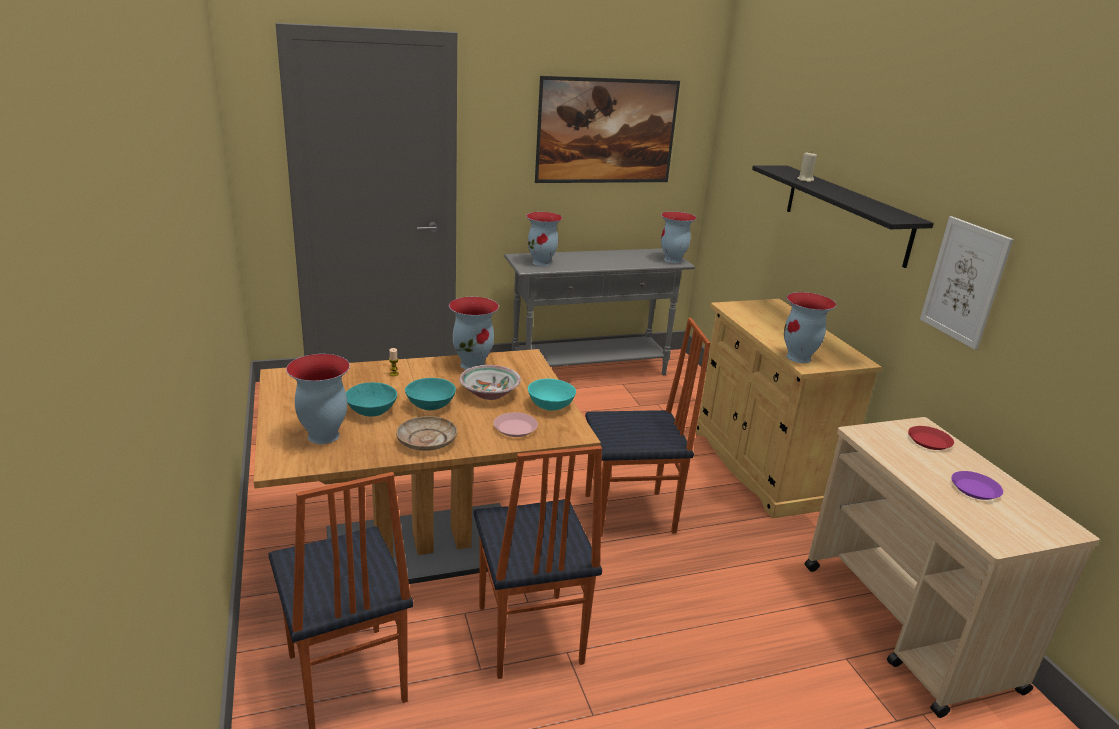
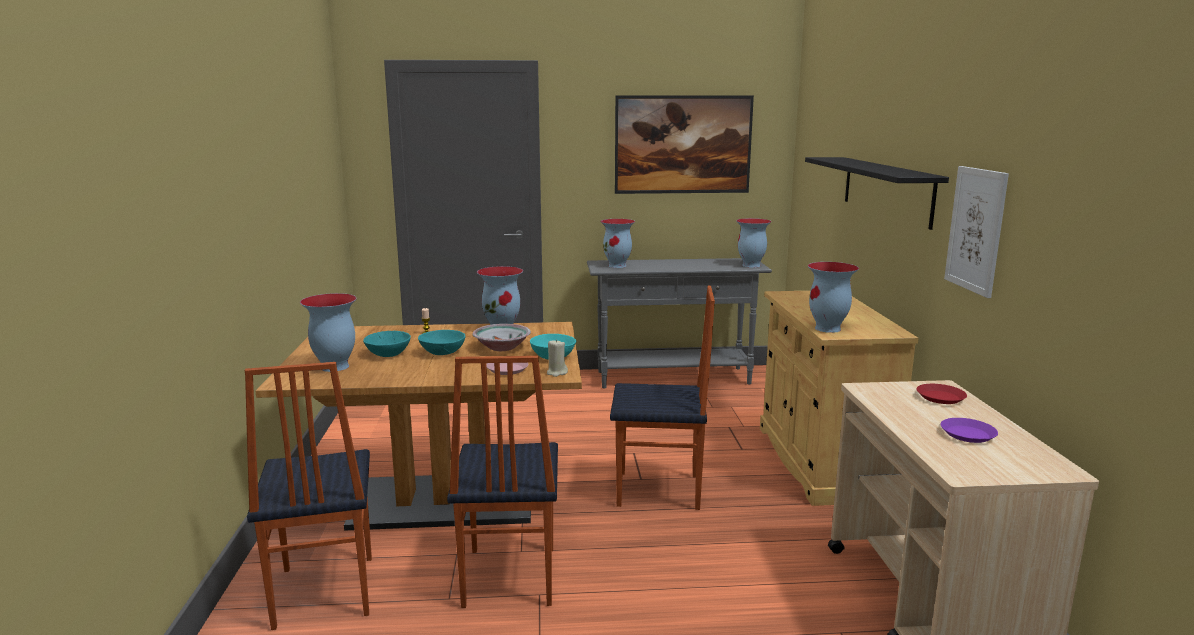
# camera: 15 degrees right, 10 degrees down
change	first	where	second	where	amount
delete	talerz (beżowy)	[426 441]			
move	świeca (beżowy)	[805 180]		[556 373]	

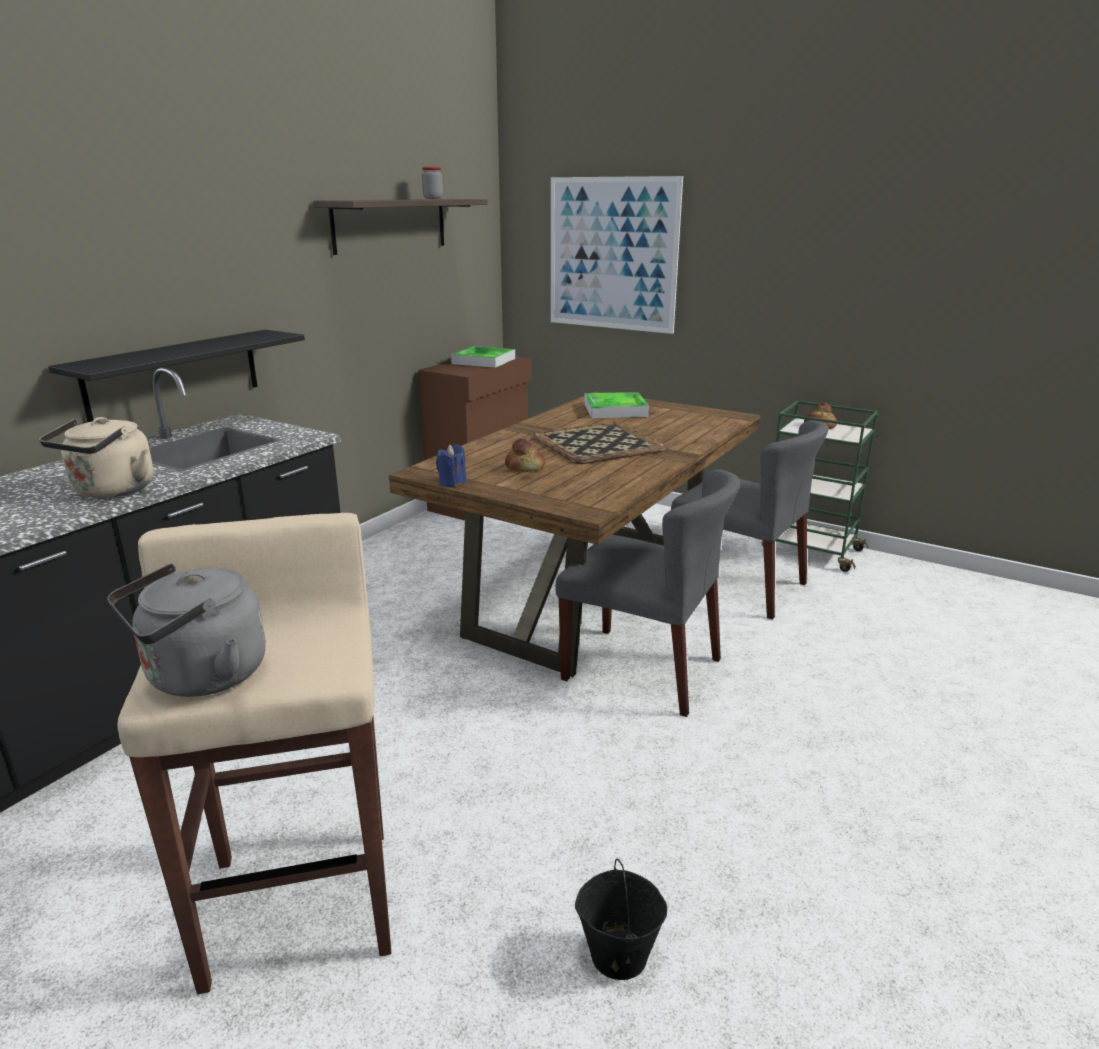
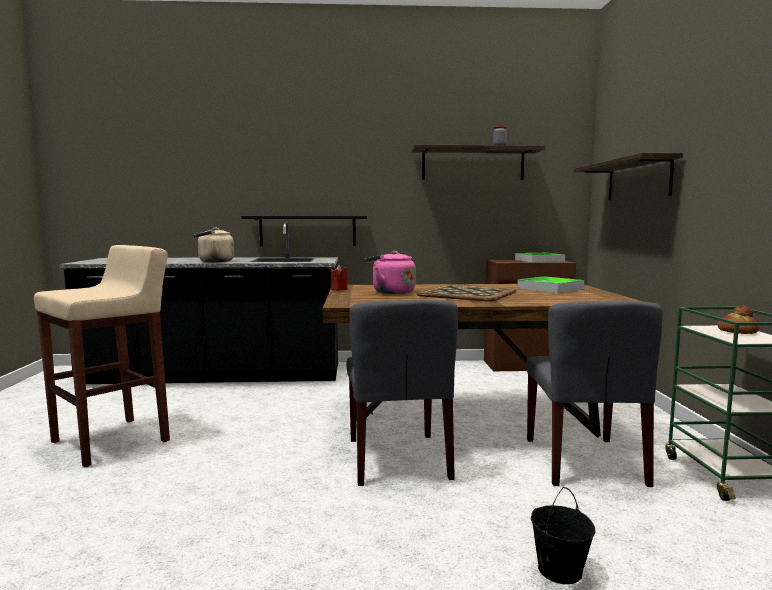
# camera: 55 degrees right, 15 degrees down
change	first	where	second	where	amount
delete	czajnik (szary)	[201 677]			
move	wiadro (czarny)	[617 954]		[559 570]	
replace	chleb	[525 466]	czajnik (różowy)	[391 292]	
replace	obraz	[612 254]	półka	[638 180]	
recolor	świeca (niebieski)	[452 483]	świeca (czerwony)	[339 289]	

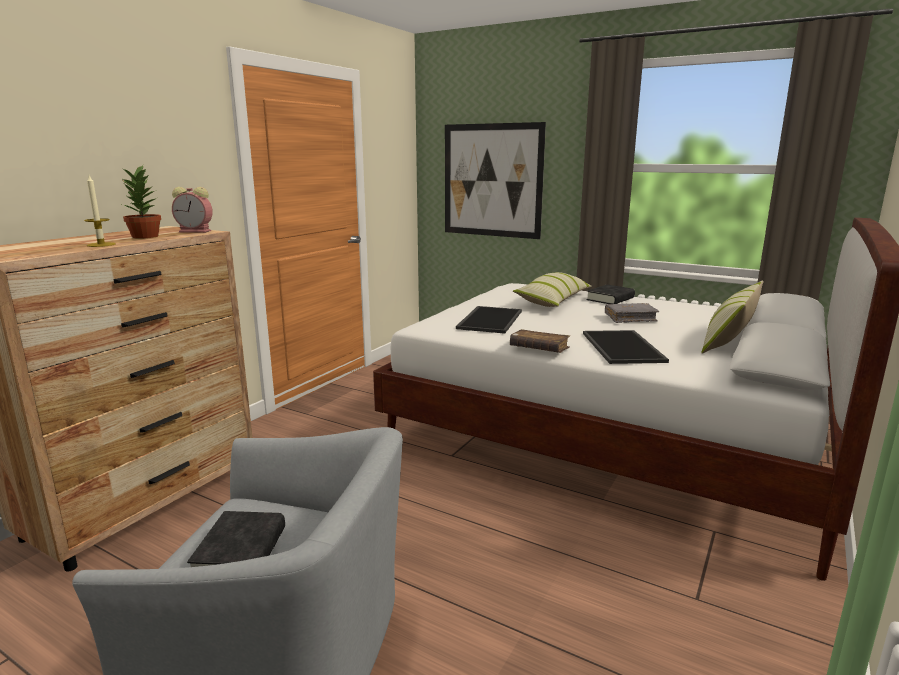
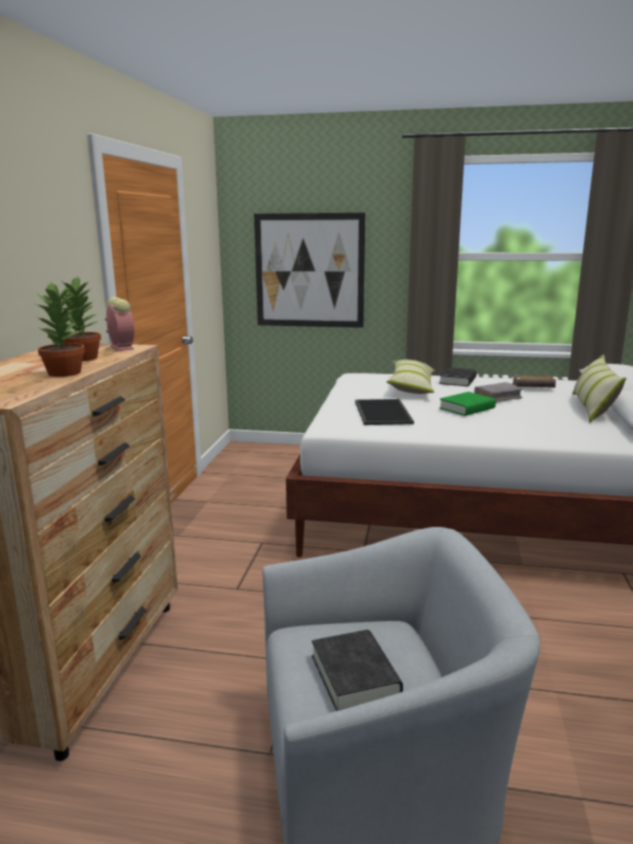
# camera: 20 degrees left, 0 degrees up
change	first	where	second	where	amount
delete	taca	[624 347]			
insert			książka (zielony)	[467 408]	
move	książka (brązowy)	[539 349]		[532 387]	
replace	świeca	[101 245]	roślina doniczkowa	[65 373]	
rotate	budzik	[196 231]		[121 347]	105 degrees counterclockwise

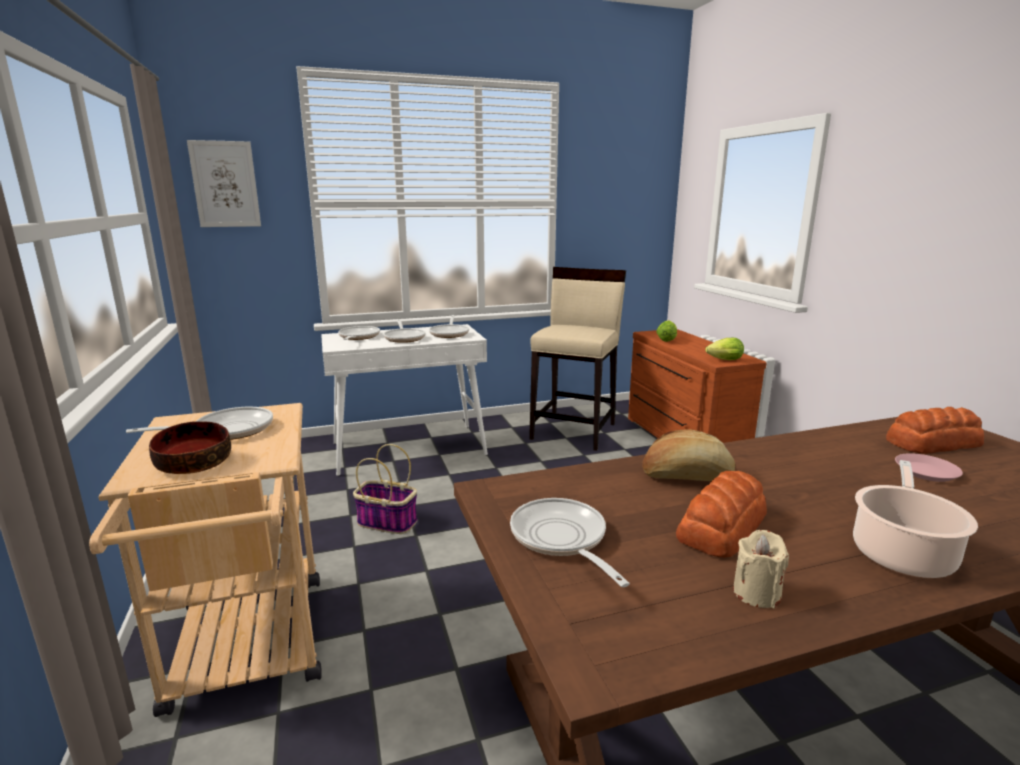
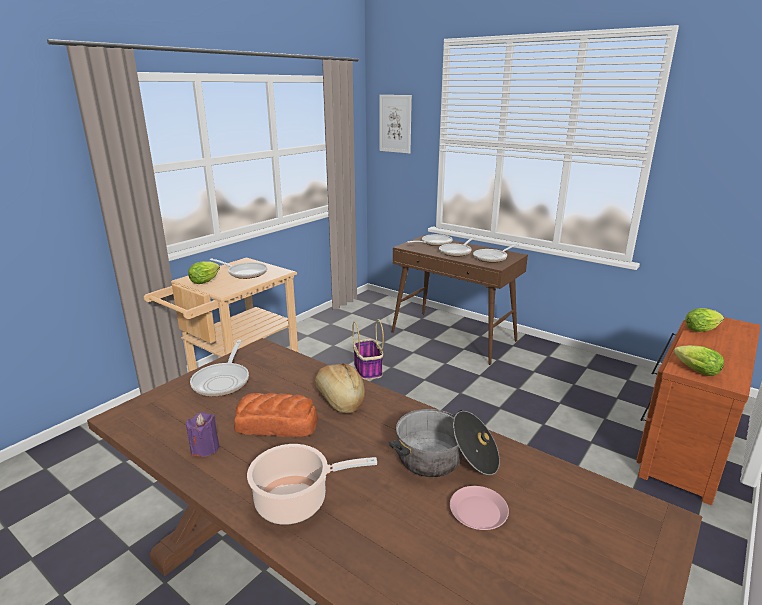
# camera: 55 degrees right, 5 degrees up
change	first	where	second	where	amount
delete	stołek (beżowy)	[574 431]			
delete	chleb	[931 443]			
insert			garnek	[445 460]	
replace	miska	[193 462]	sałata	[206 281]	
recolor	stolik konsolowy (biały)	[409 449]	stolik konsolowy (brązowy)	[454 337]	
recolor	świeca (beżowy)	[756 593]	świeca (fioletowy)	[205 448]	
rotate	patelnia	[561 539]		[223 381]	150 degrees clockwise

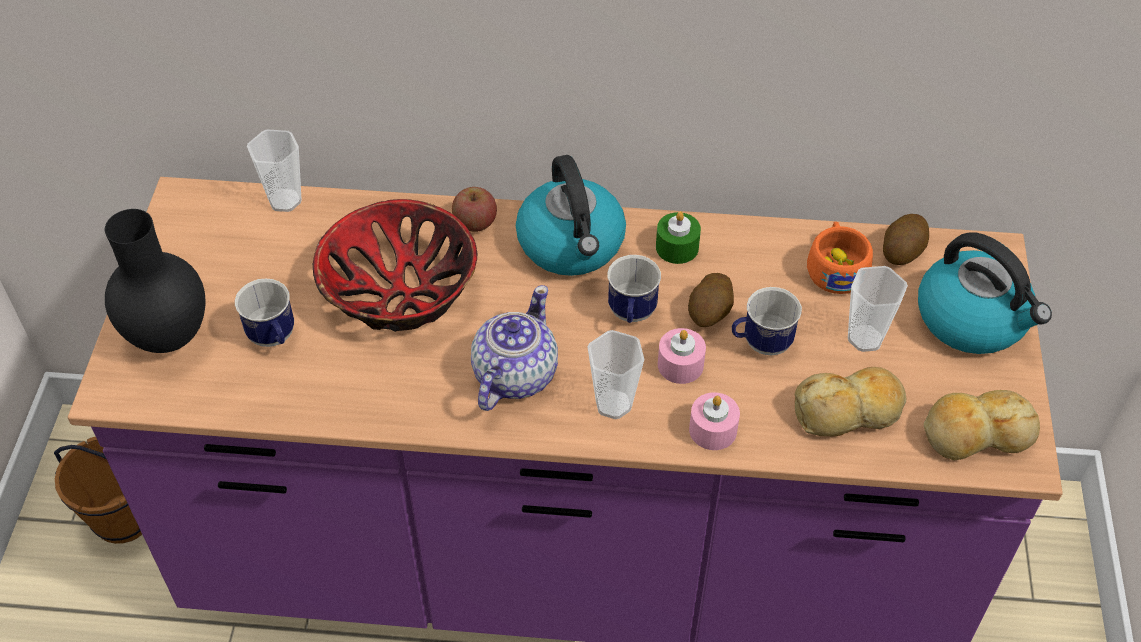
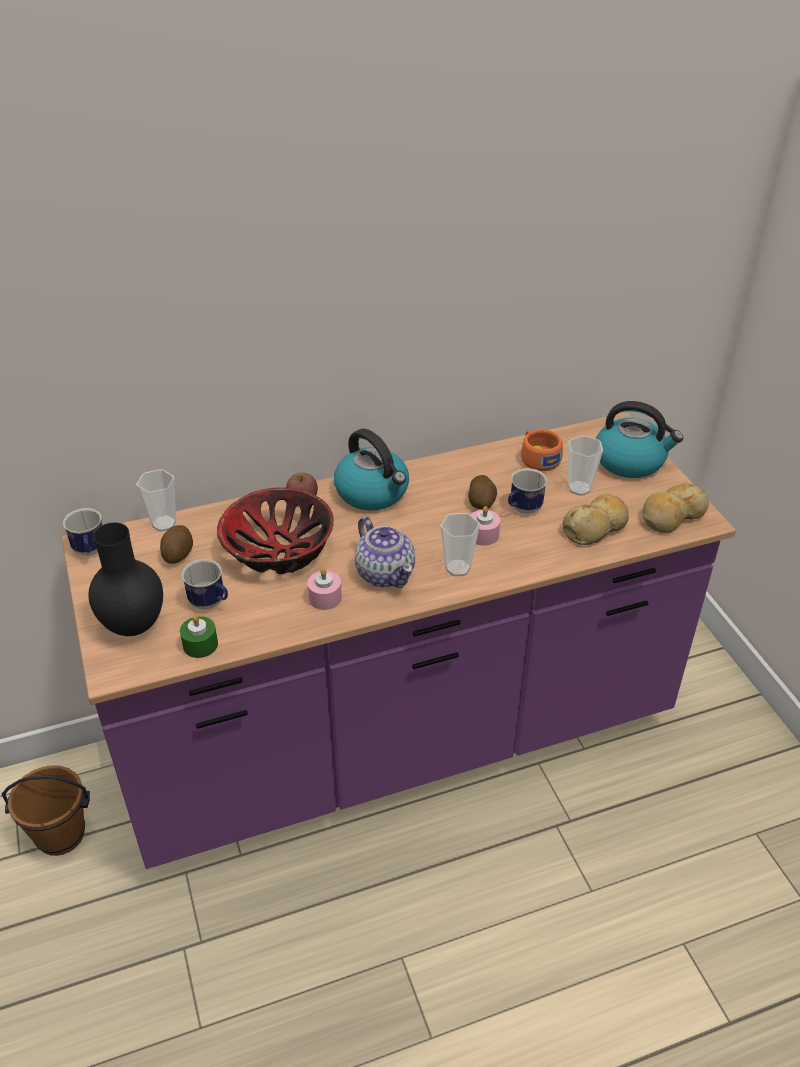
# camera: 25 degrees left, 10 degrees down
change	first	where	second	where	amount
move	kubek	[631 315]		[90 552]	
move	świeca (zielony)	[677 247]		[200 644]	
move	świeca (różowy)	[713 430]		[325 598]	
move	ziemniak	[902 250]		[178 553]	
rotate	imbryk	[513 375]		[385 573]	150 degrees clockwise

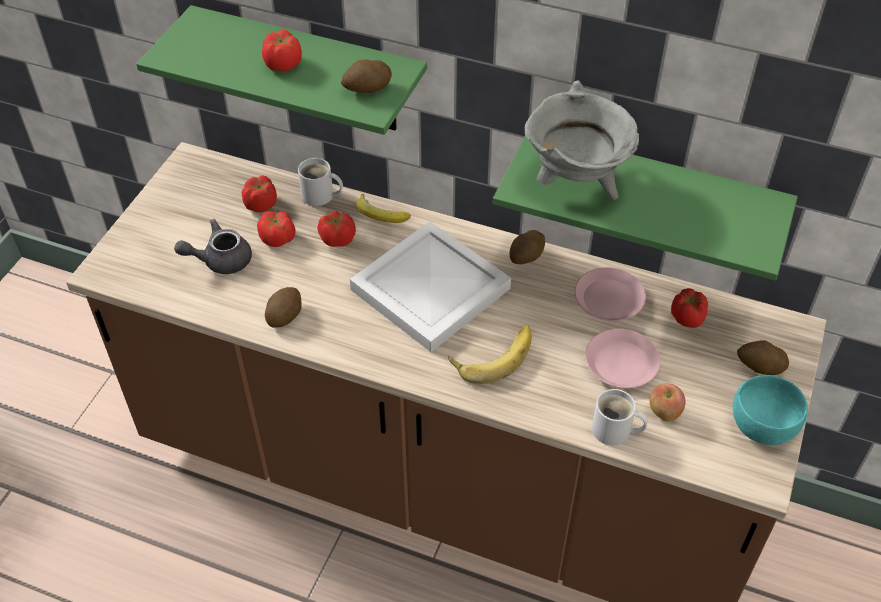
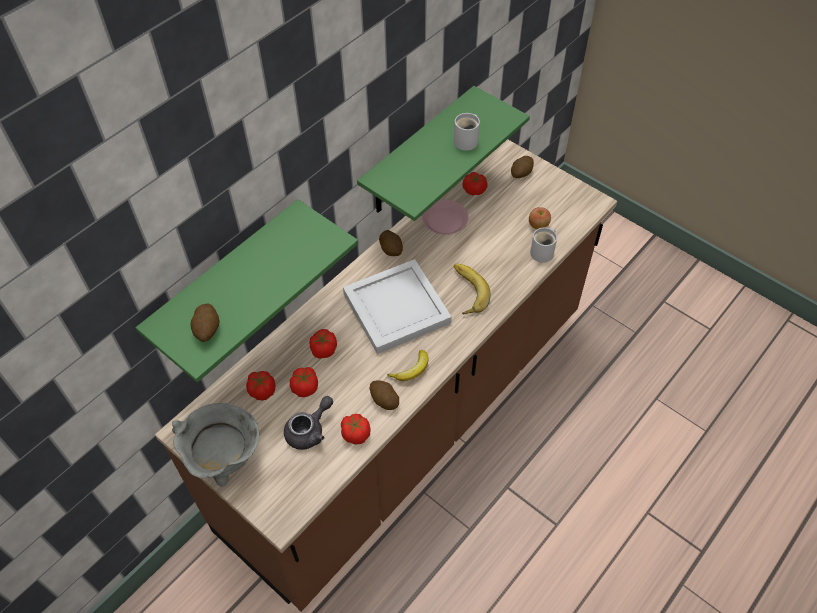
# camera: 70 degrees left, 5 degrees up
change	first	where	second	where	amount
delete	talerz (różowy)	[621 364]			
delete	miska (turkusowy)	[762 425]			
move	pomidor	[283 64]		[355 434]	
move	kubek (biały)	[320 196]		[468 140]	
move	ziemniak	[367 89]		[207 329]	
move	banan	[380 215]		[412 370]	
move	garnek (szary)	[576 183]		[225 461]	
rotate	imbryk (szary)	[220 260]		[309 430]	135 degrees counterclockwise

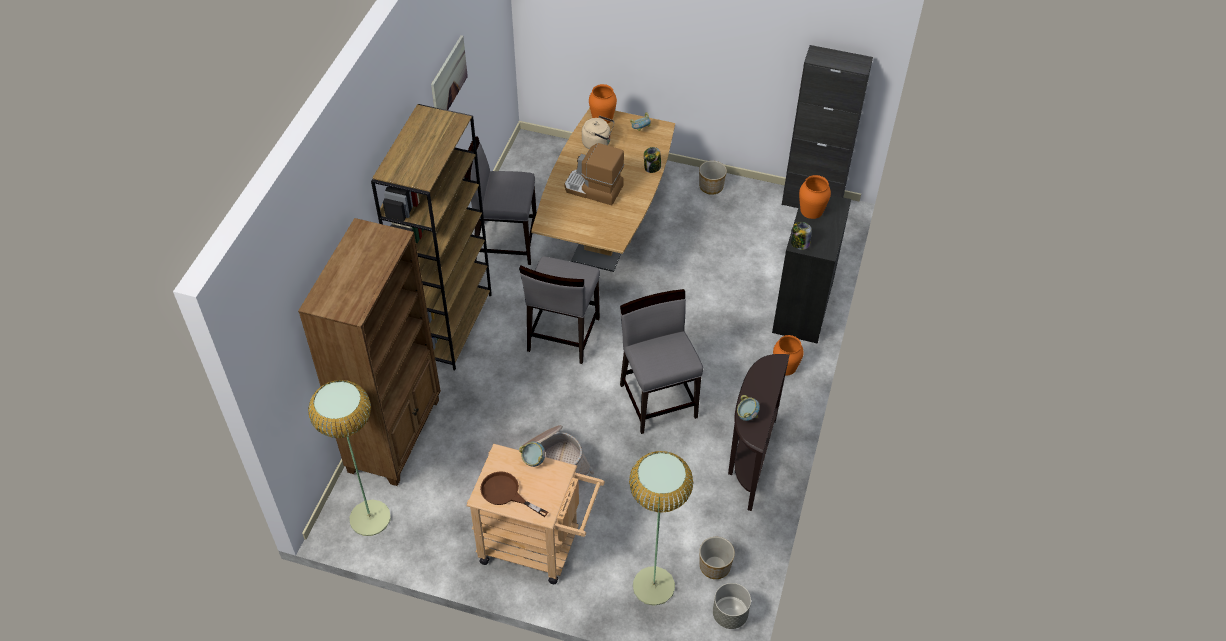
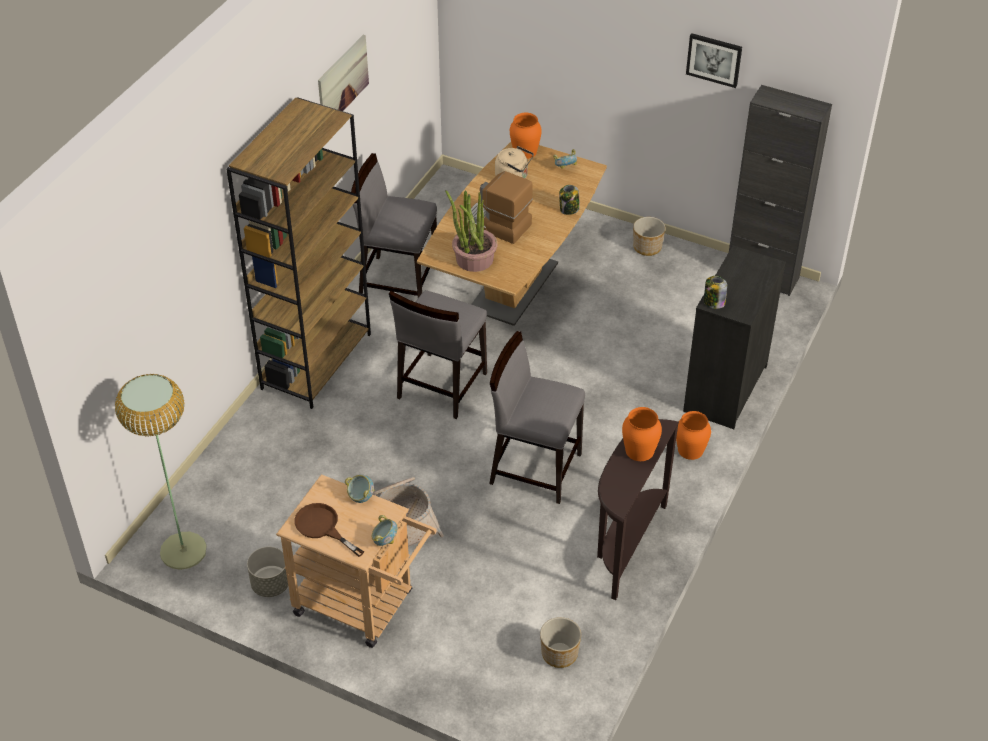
# camera: 10 degrees right, 5 degrees down
change	first	where	second	where	amount
delete	regał (brązowy)	[395 434]			
delete	lampa stojąca	[653 586]			
insert			roślina doniczkowa	[474 259]	
insert			obraz	[714 59]	
move	donica (szary)	[730 614]		[271 584]	
move	miska	[747 415]		[385 540]	
move	wazon (pomarańczowy)	[811 210]		[639 450]	
rotate	krzesło (szary)	[658 400]		[535 468]	60 degrees counterclockwise

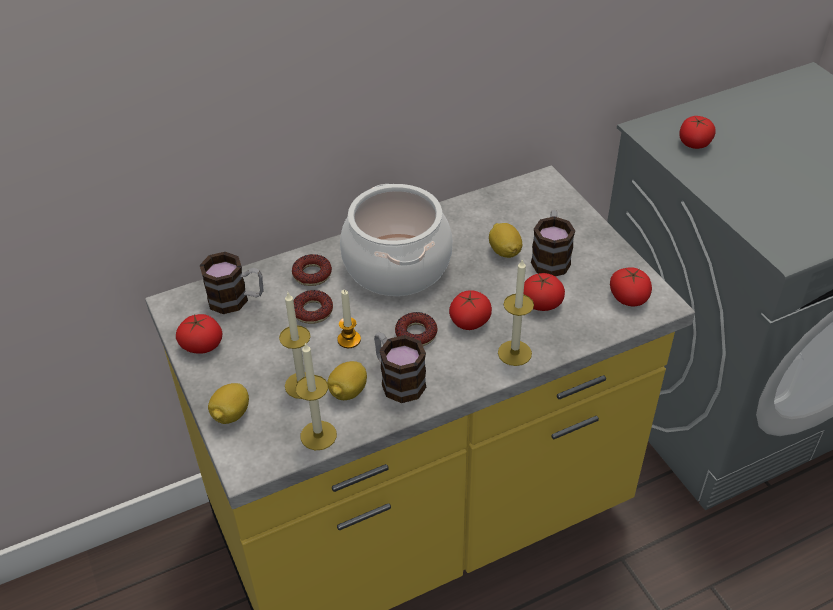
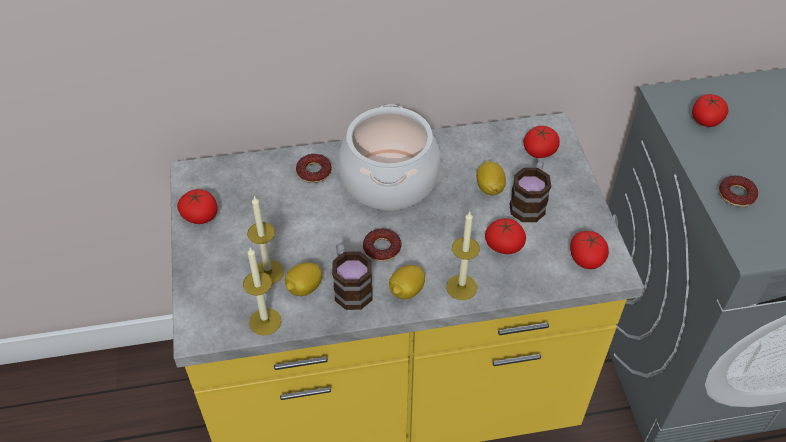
# camera: 15 degrees right, 5 degrees up
change	first	where	second	where	amount
delete	kubek	[236 299]			
delete	świeca	[349 340]			
move	cytryna	[231 414]		[406 291]	
move	donut	[312 311]		[736 195]	
move	pomidor	[469 321]		[539 151]	

